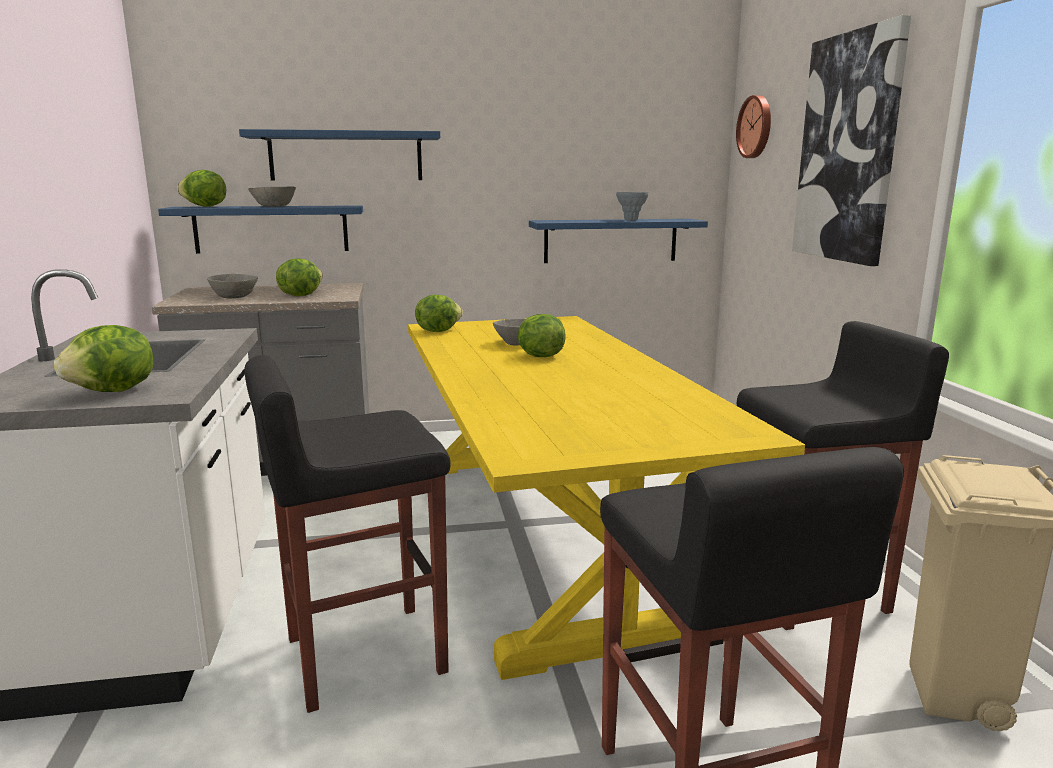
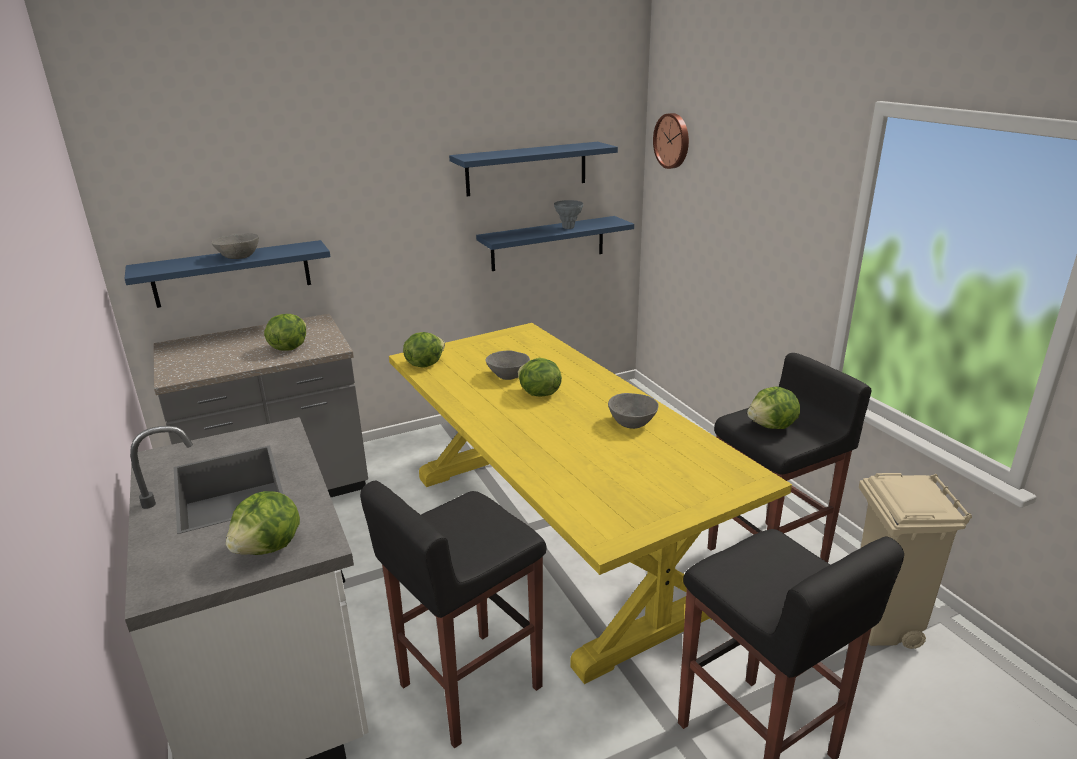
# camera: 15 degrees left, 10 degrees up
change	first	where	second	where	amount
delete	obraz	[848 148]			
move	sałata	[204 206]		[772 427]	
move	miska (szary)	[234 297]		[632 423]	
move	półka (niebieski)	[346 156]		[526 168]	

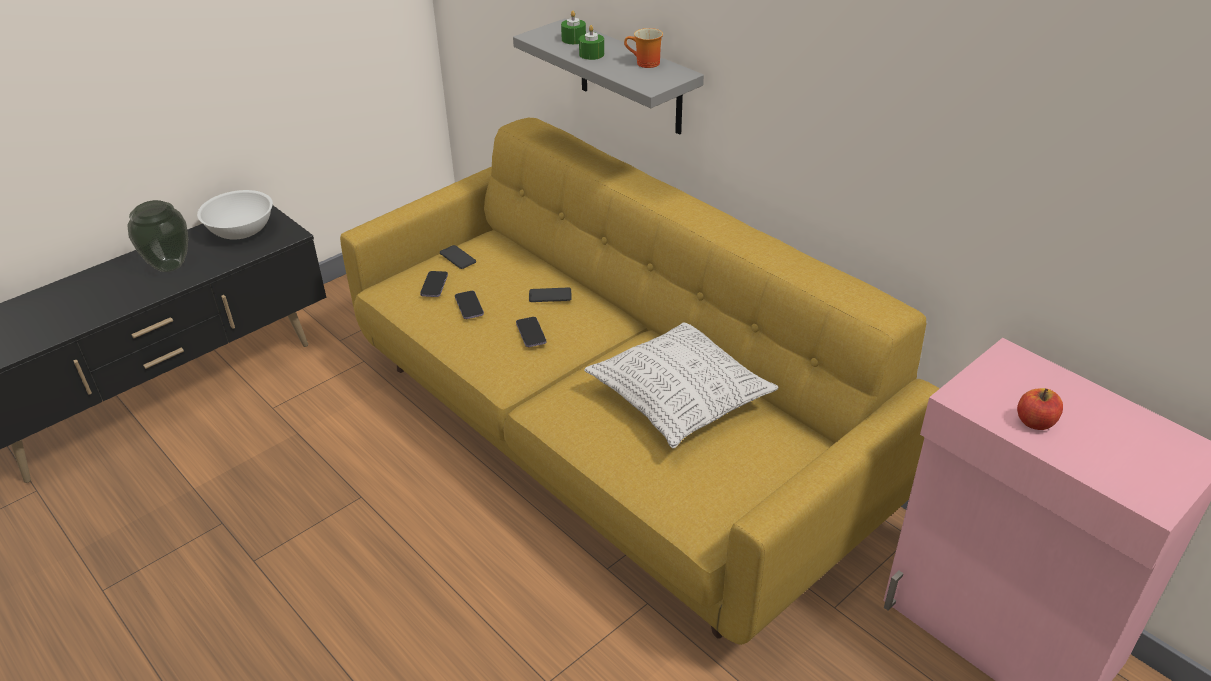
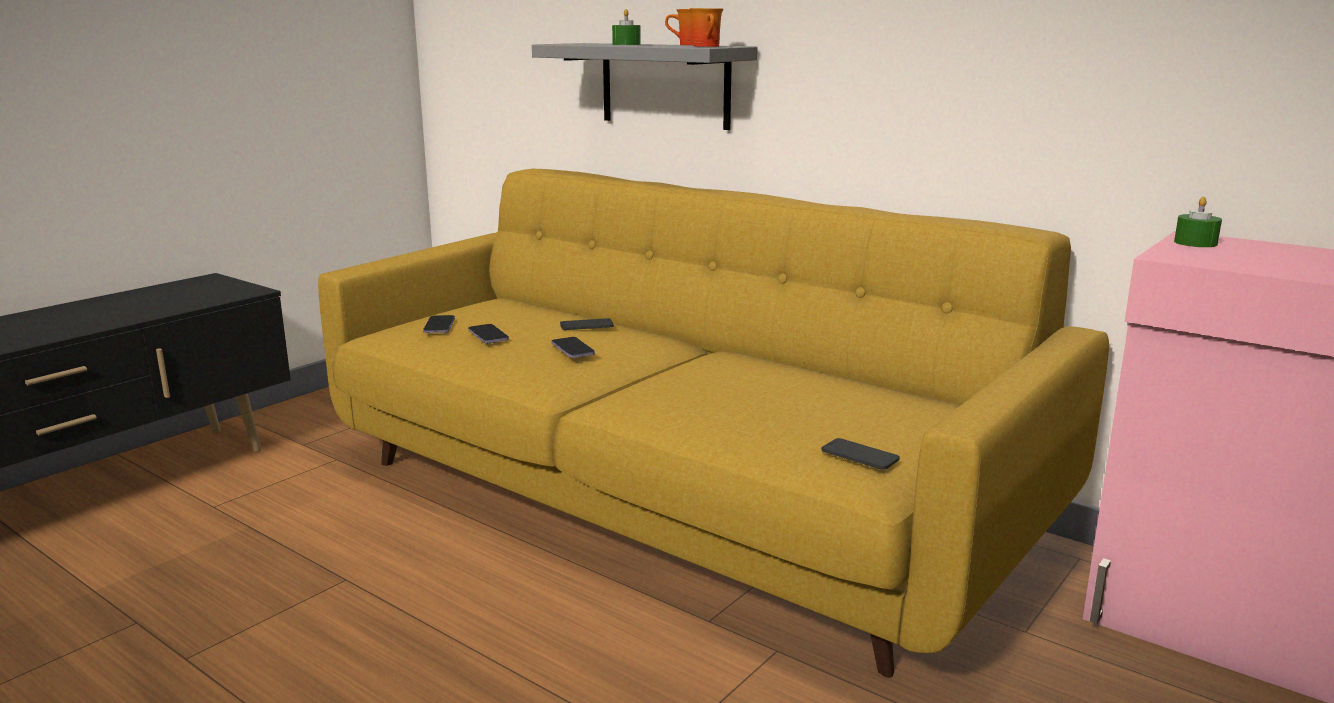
# camera: 10 degrees left, 20 degrees down
change	first	where	second	where	amount
delete	wazon	[171 265]			
delete	miska (biały)	[241 231]			
delete	poduszka	[680 398]			
delete	jabłko	[1035 422]			
insert			kubek	[708 46]	
move	telefon	[457 257]		[860 455]	
move	świeca (zielony)	[573 39]		[1195 243]	

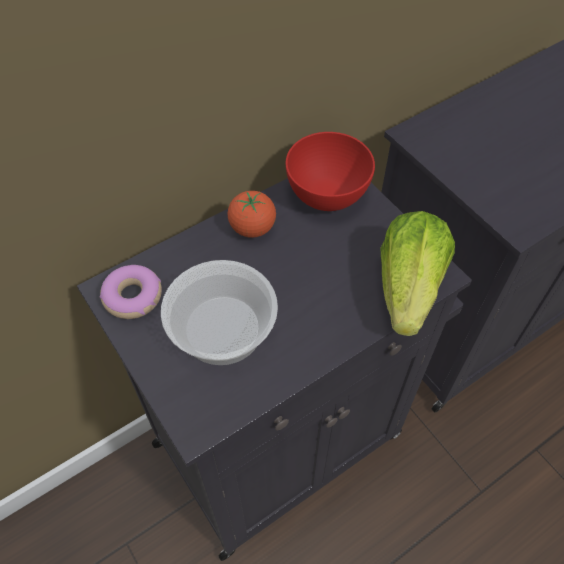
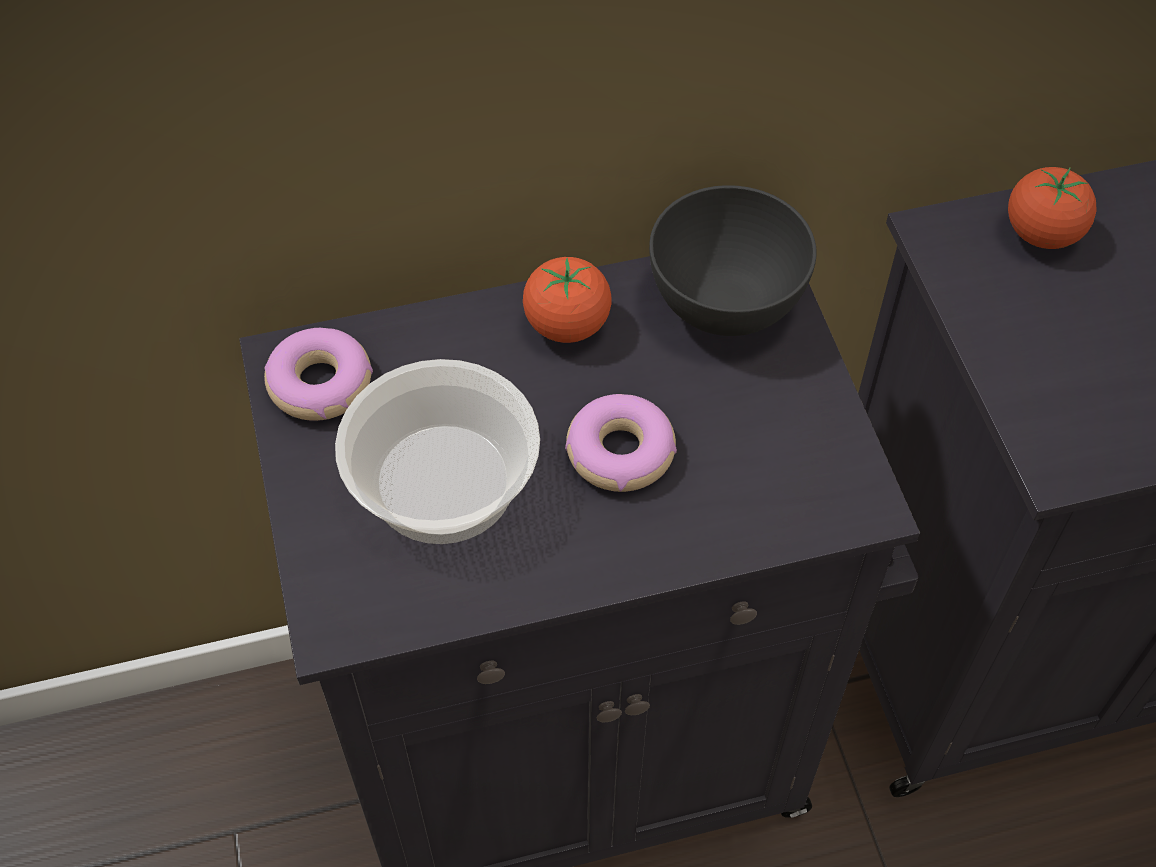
# camera: 20 degrees right, 0 degrees up
change	first	where	second	where	amount
delete	sałata	[409 287]			
insert			donut	[620 452]	
insert			pomidor	[1041 234]	
recolor	miska (czerwony)	[326 195]	miska (szary)	[724 304]	

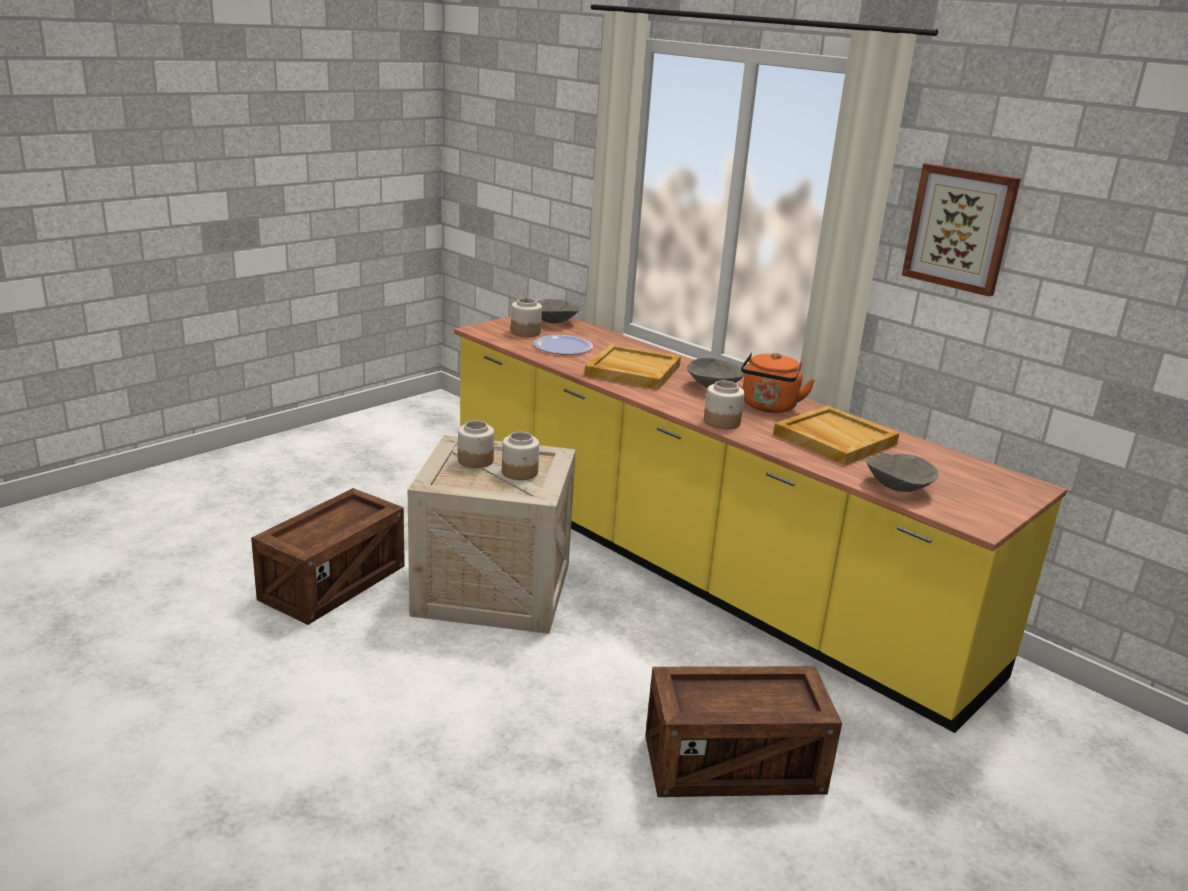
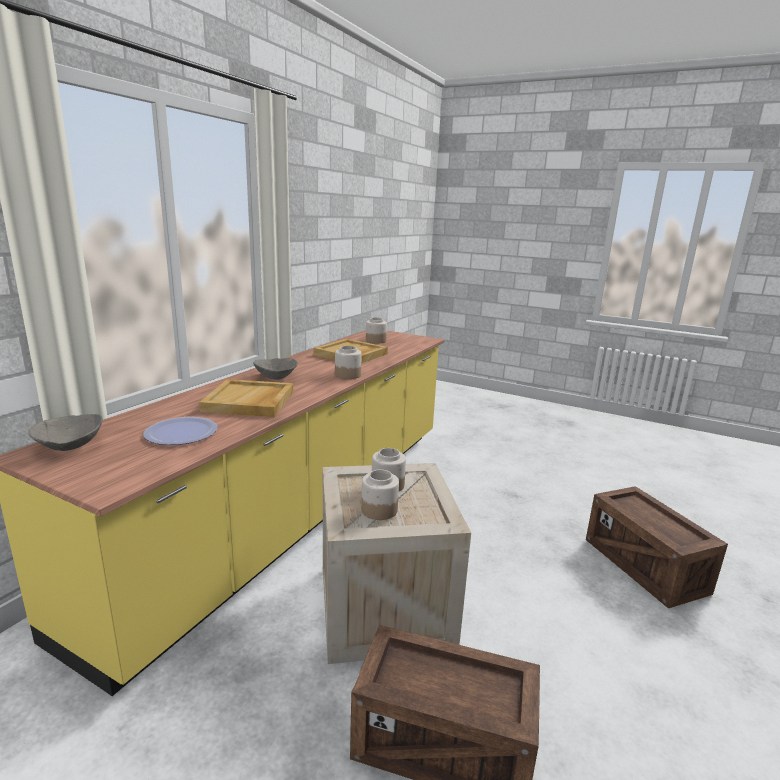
# camera: 105 degrees left, 5 degrees down
change	first	where	second	where	amount
delete	czajnik (pomarańczowy)	[768 407]			
delete	miska (szary)	[896 487]			
delete	obraz	[960 228]			
move	słoik	[525 332]		[375 341]	
move	skrzynka	[733 765]		[644 566]	

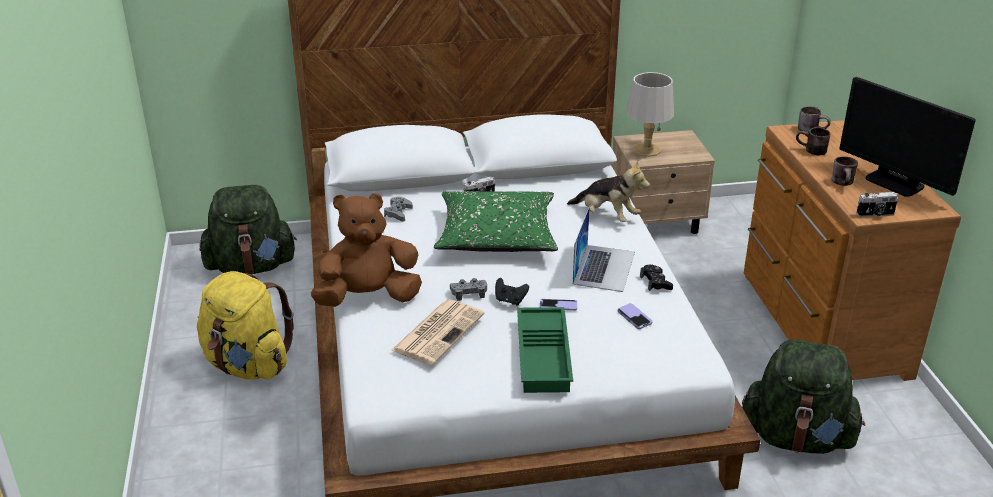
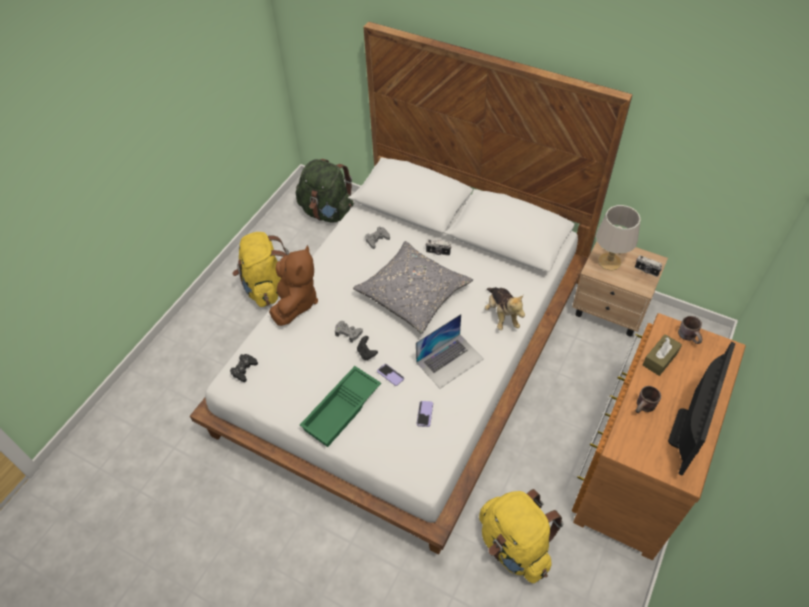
# camera: 40 degrees right, 20 degrees up
change	first	where	second	where	amount
delete	gazeta	[438 331]			
move	pad do gier (czarny)	[655 282]		[244 369]	
move	aparat fotograficzny	[875 215]		[646 271]	
replace	kubek (brązowy)	[811 151]	pudełko chusteczek (brązowy)	[660 359]	
recolor	poduszka (zielony)	[496 237]	poduszka (szary)	[413 293]	
recolor	plecak (zielony)	[796 438]	plecak (żółty)	[514 546]	
rotate	pluszak (brązowy)	[368 298]		[295 302]	75 degrees clockwise
rotate	monitor	[894 183]		[687 431]	150 degrees counterclockwise

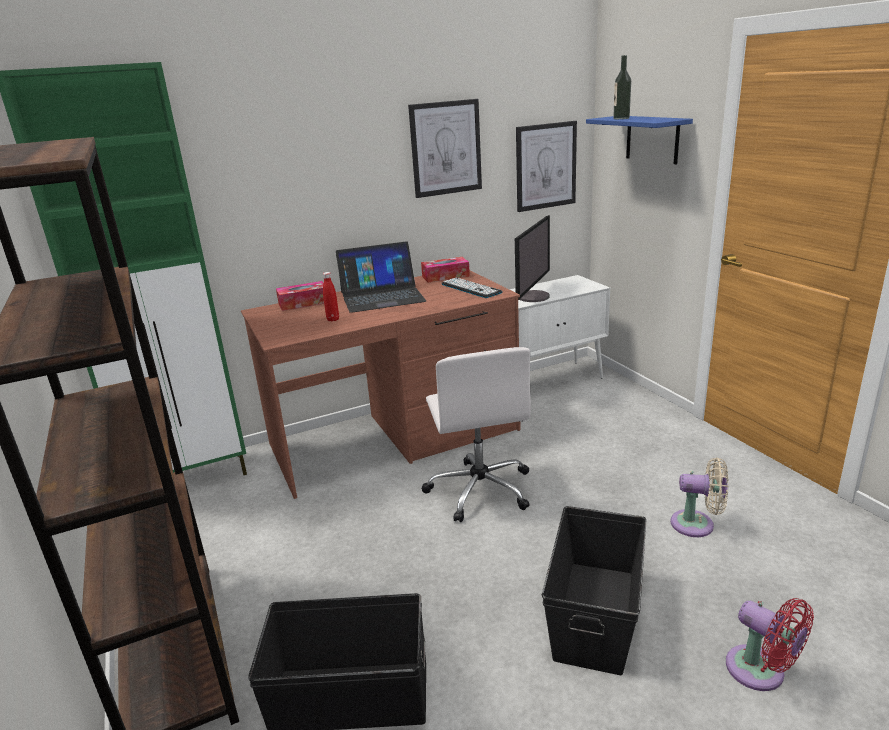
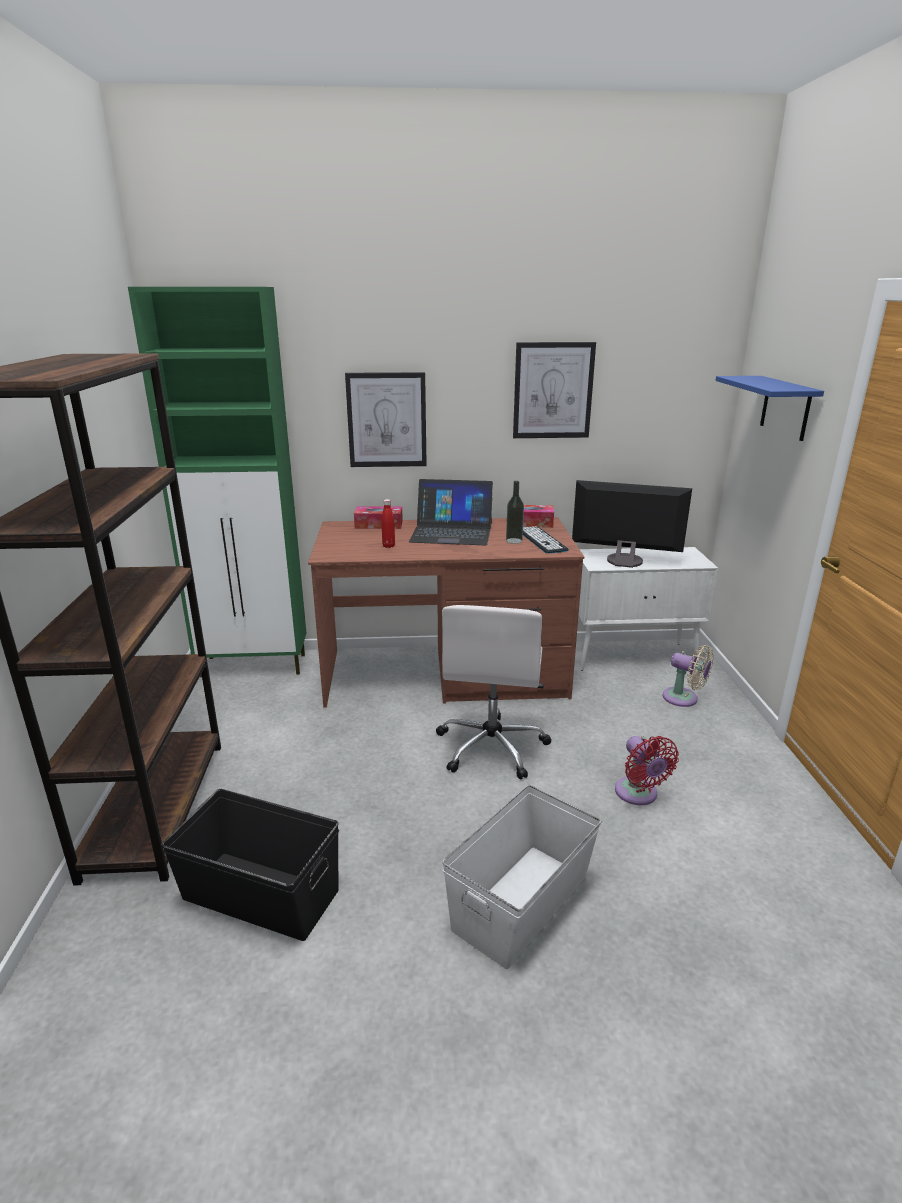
# camera: 20 degrees right, 0 degrees up
change	first	where	second	where	amount
move	obraz	[545 166]		[387 420]	
move	butelka	[621 118]		[514 541]	
move	wentylator (beżowy)	[697 524]		[684 699]	
move	wentylator (czerwony)	[760 672]		[638 794]	
recolor	pojemnik do przechowywania (czarny)	[596 613]	pojemnik do przechowywania (biały)	[522 902]	
rotate	monitor	[532 296]		[624 561]	120 degrees counterclockwise

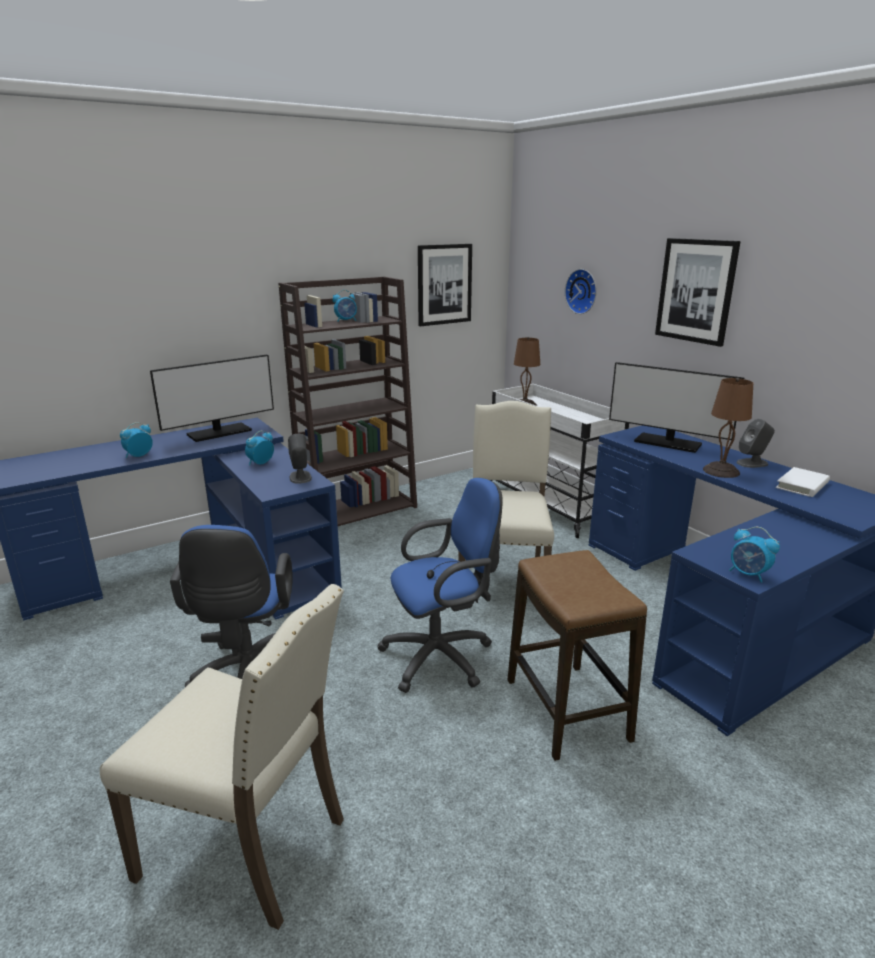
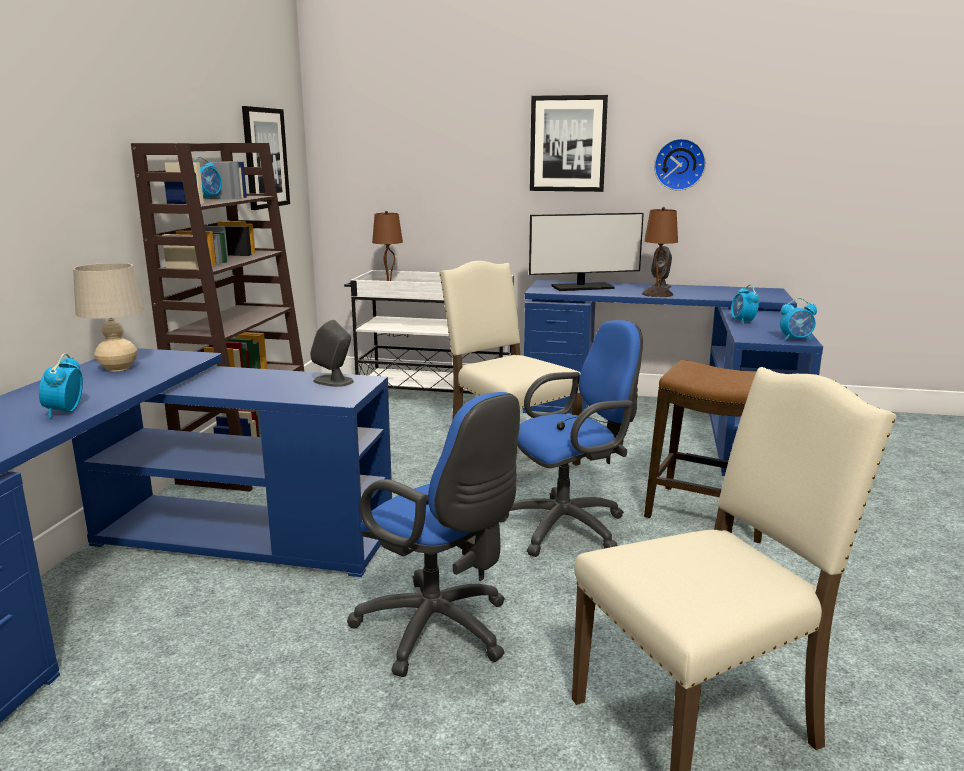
# camera: 45 degrees left, 5 degrees down
change	first	where	second	where	amount
delete	książka (biały)	[802 485]			
move	budzik	[260 463]		[742 322]	
move	zegar ścienny	[583 291]		[679 164]	
replace	monitor	[219 432]	lampa stołowa (beżowy)	[118 368]	
rotate	krzesło biurowe (niebieski)	[443 656]		[570 526]	45 degrees clockwise

